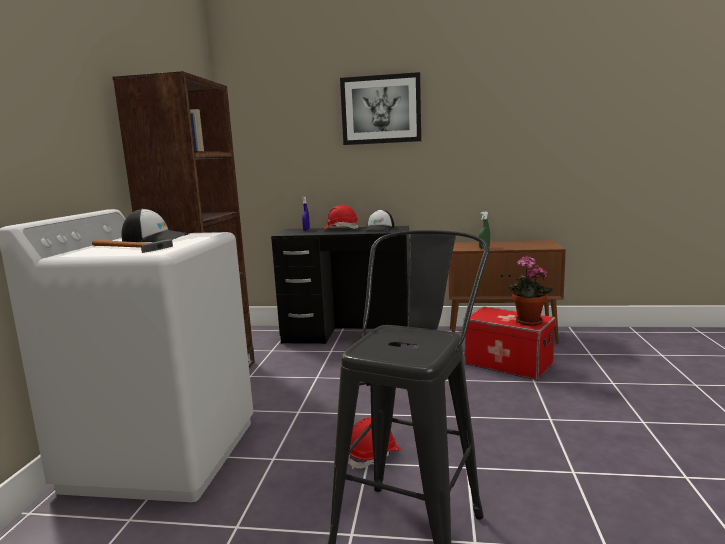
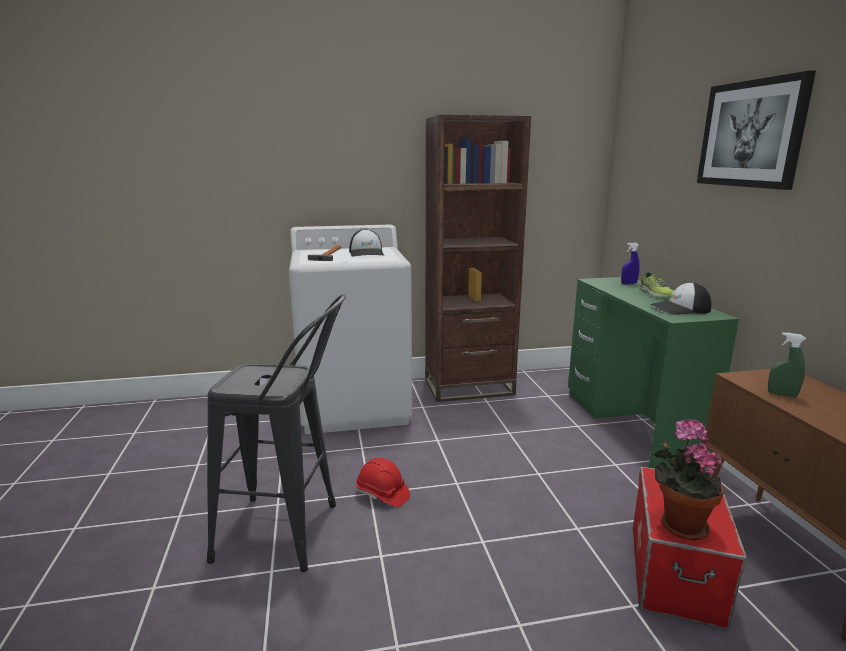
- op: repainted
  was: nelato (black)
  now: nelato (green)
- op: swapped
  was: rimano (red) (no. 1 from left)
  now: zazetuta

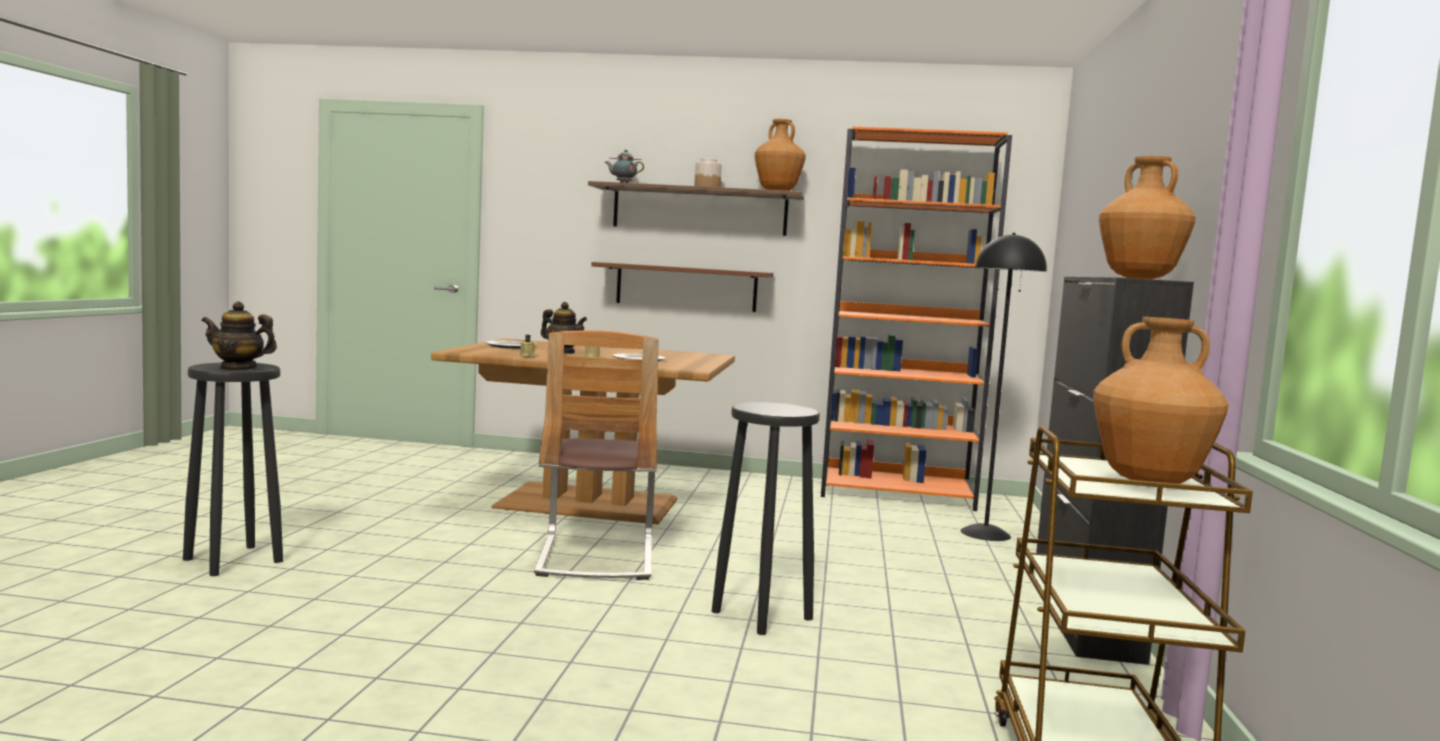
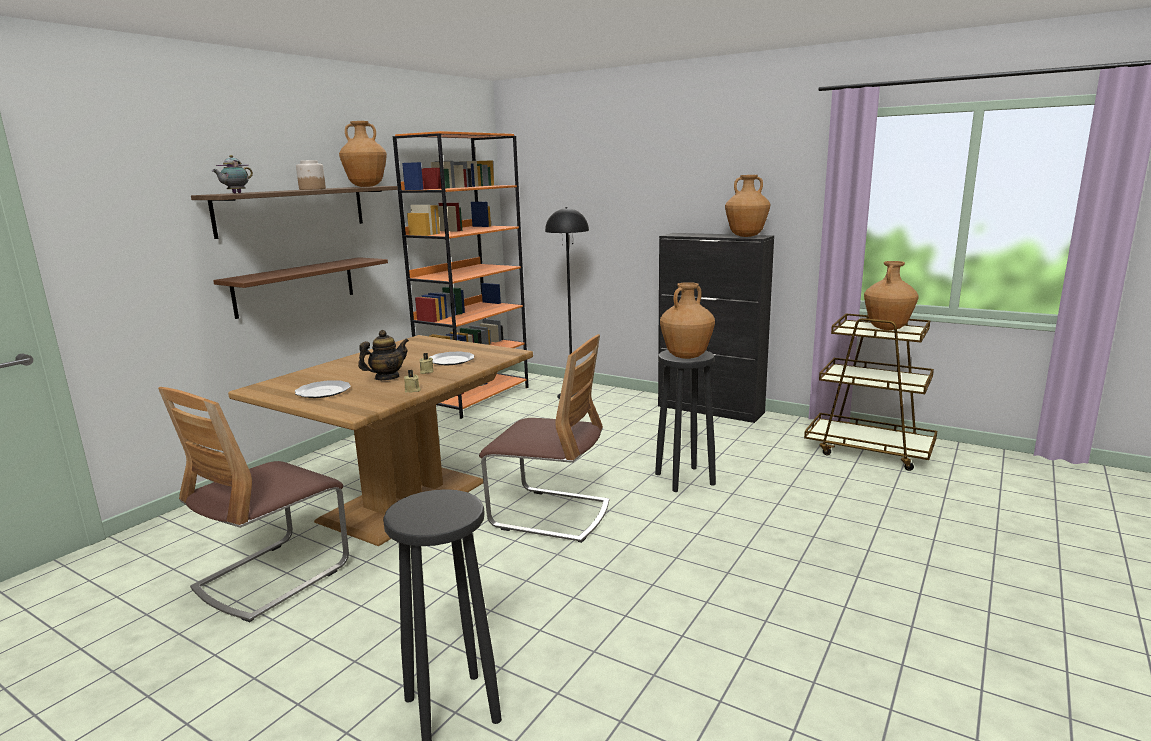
- op: gone
  was: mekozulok (no. 1 from left)
- op: new
  now: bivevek (no. 1 from left)
- op: new
  now: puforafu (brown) (no. 2 from left)

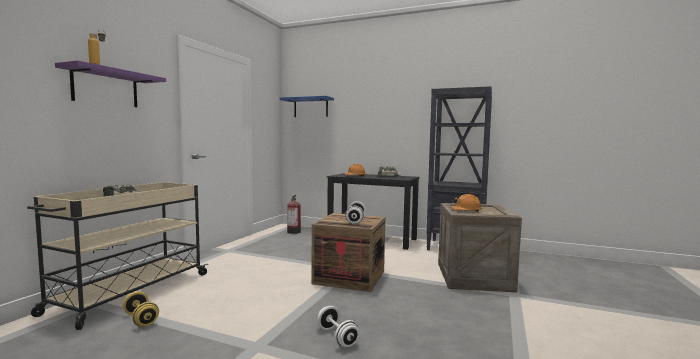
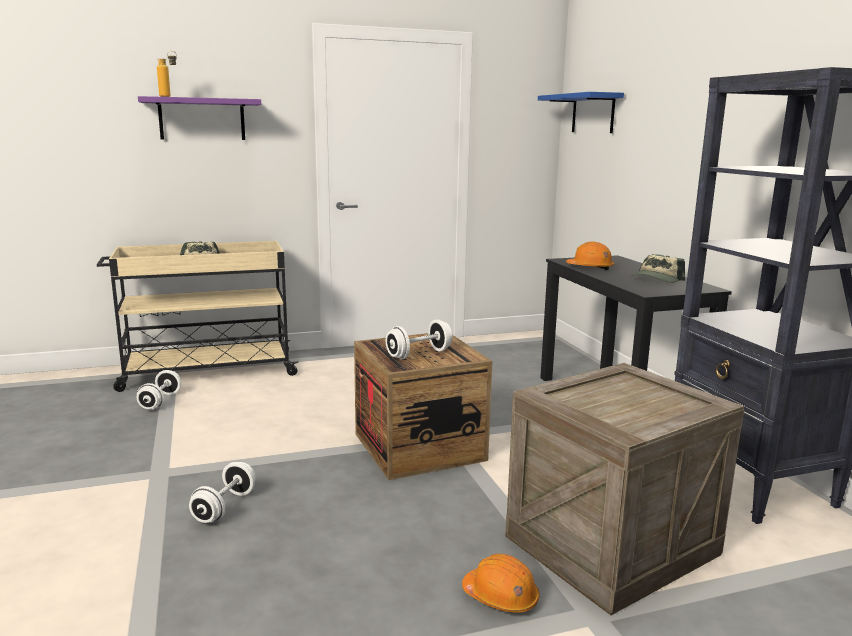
- op: repainted
  was: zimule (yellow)
  now: zimule (white) (no. 1 from left)
- op: gone
  was: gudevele
- op: shifted
  was: rimano (orange) (no. 2 from left in the first image)
  now: rimano (orange) (no. 1 from left)

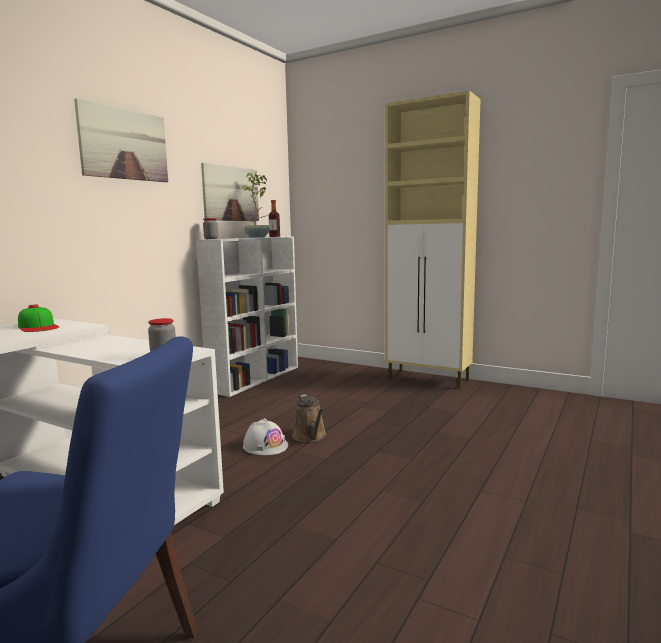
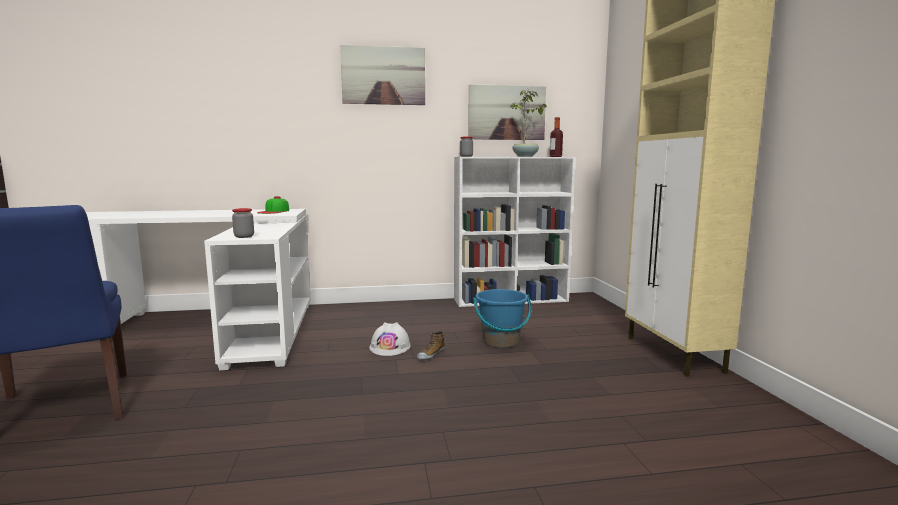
- op: swapped
  was: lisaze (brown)
  now: zazetuta
- op: new
  now: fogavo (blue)

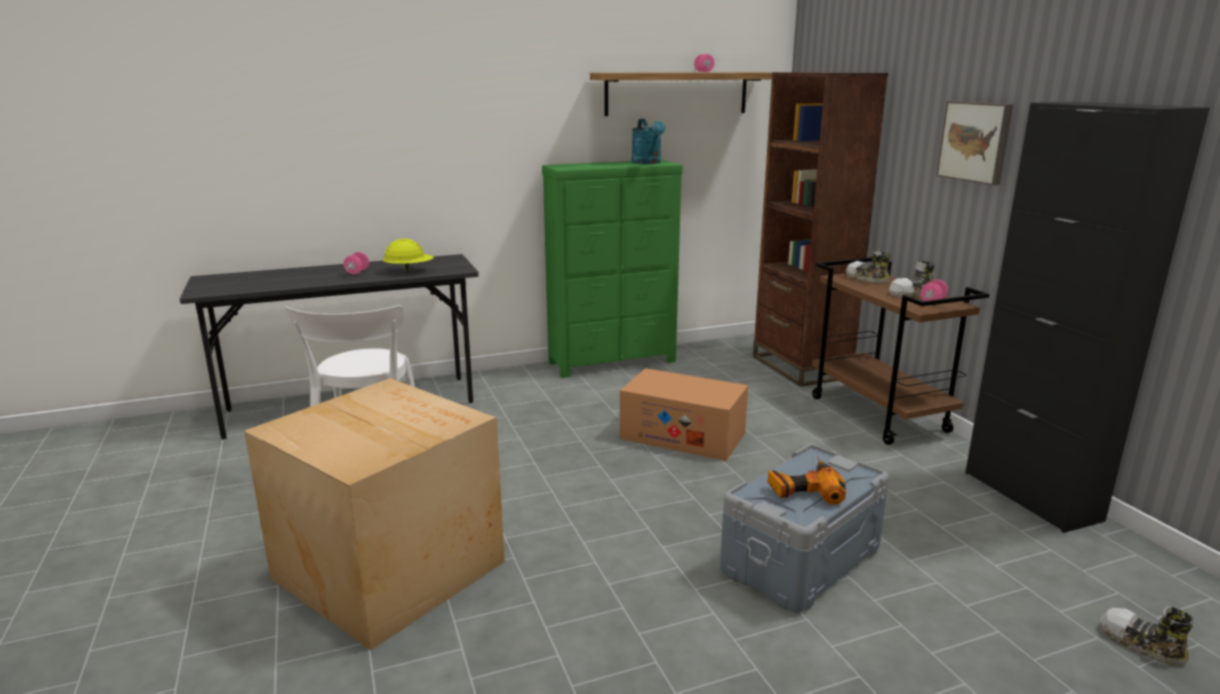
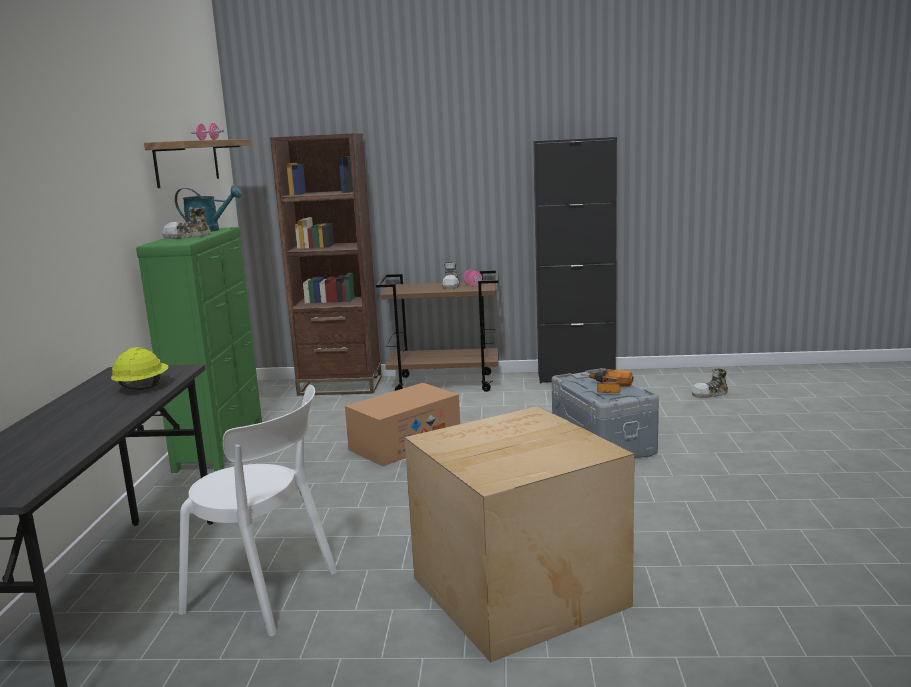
- op: gone
  was: zimule (pink) (no. 1 from left)
- op: shifted
  was: zazetuta (no. 1 from left)
- op: gone
  was: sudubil

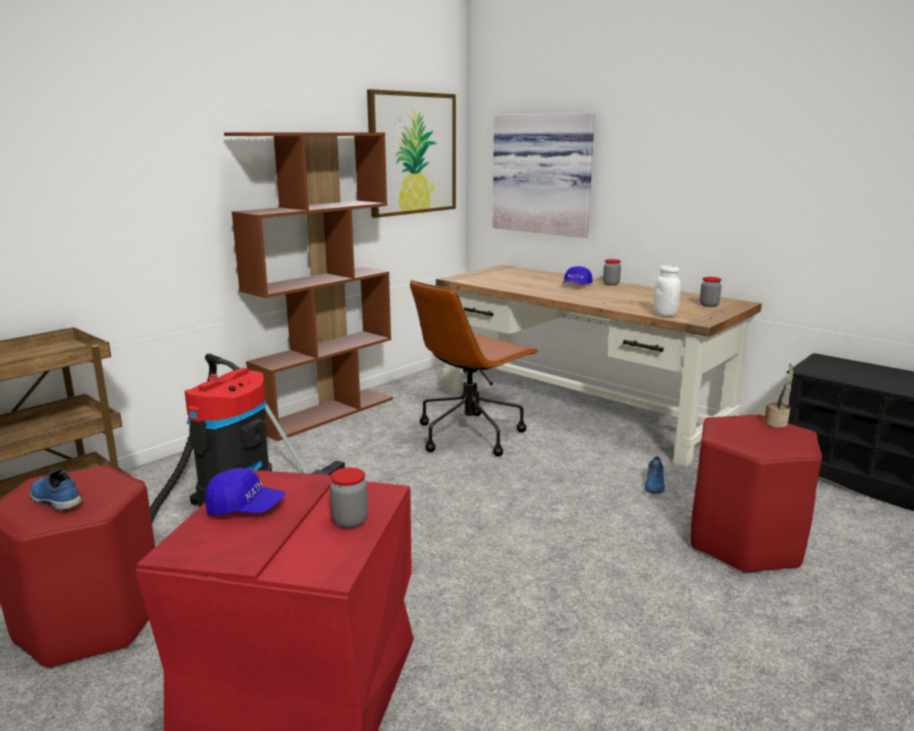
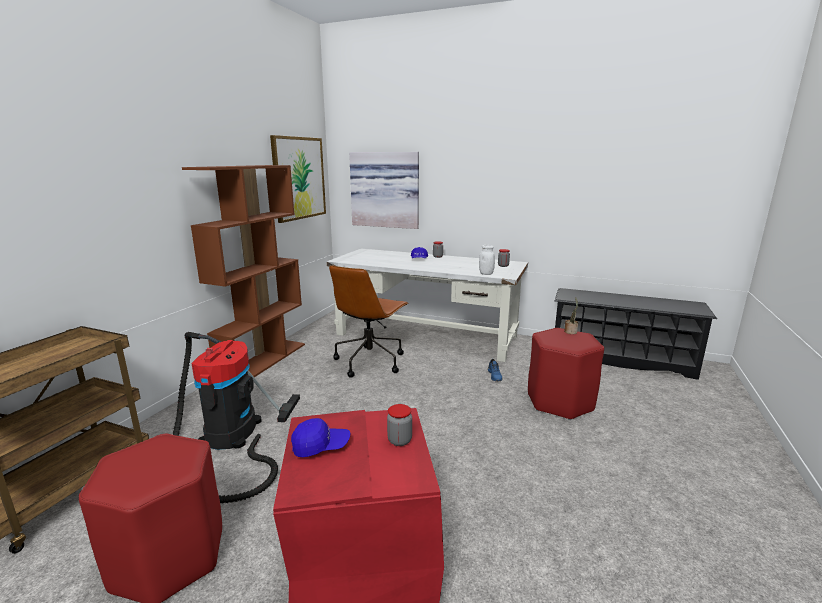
- op: gone
  was: zazetuta (blue) (no. 1 from left)
- op: repainted
  was: nelato (brown)
  now: nelato (white)

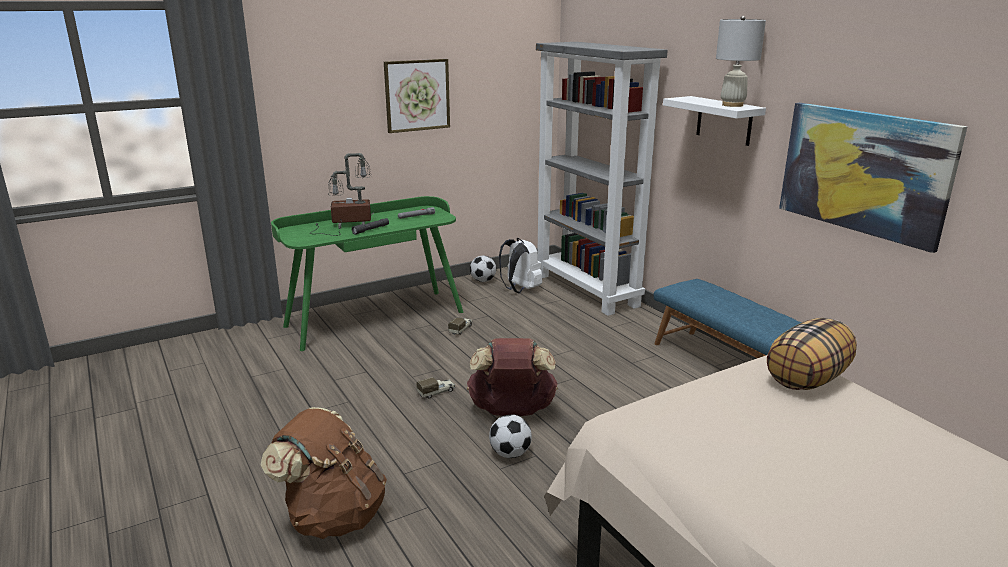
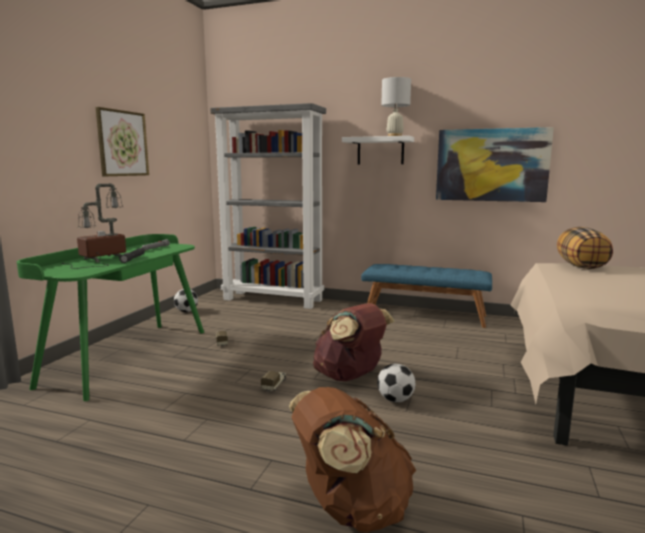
- op: gone
  was: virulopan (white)

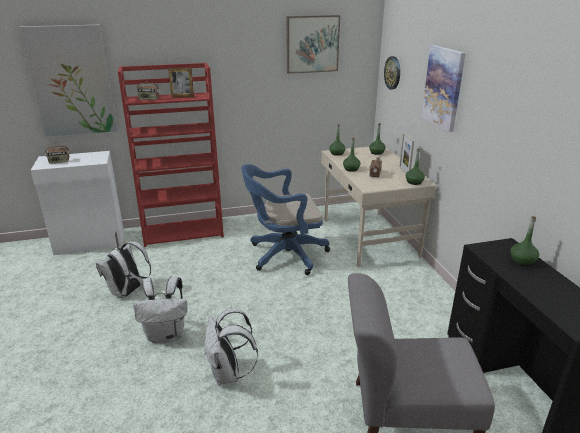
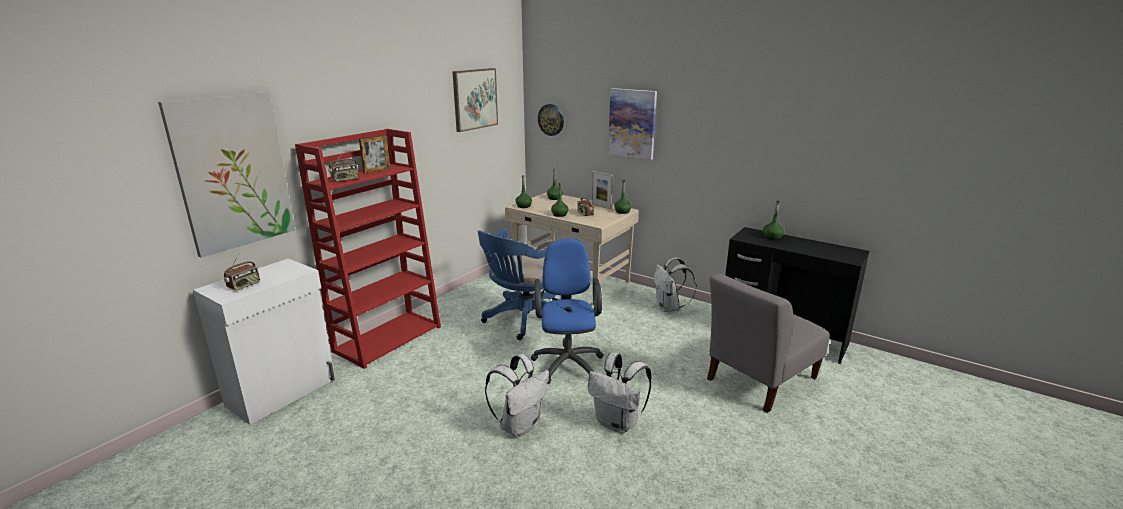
- op: shifted
  was: virulopan (white) (no. 1 from left in the first image)
  now: virulopan (white) (no. 3 from left)
- op: new
  now: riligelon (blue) (no. 2 from left)

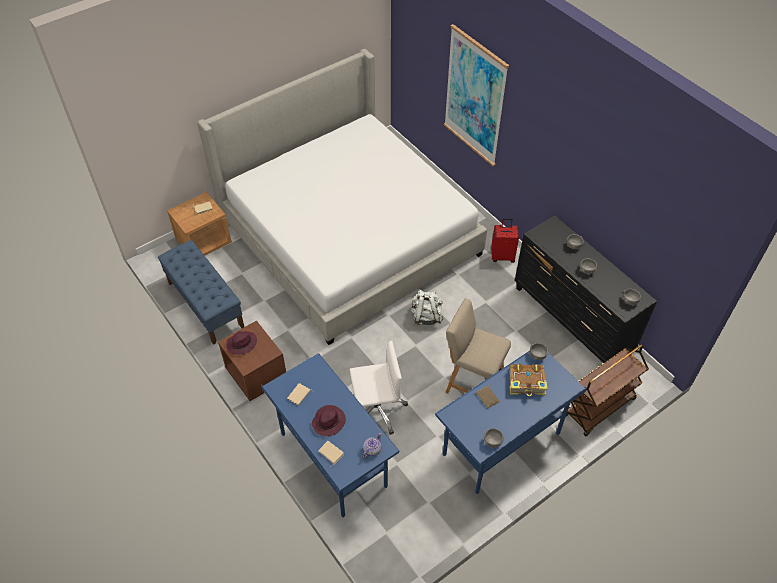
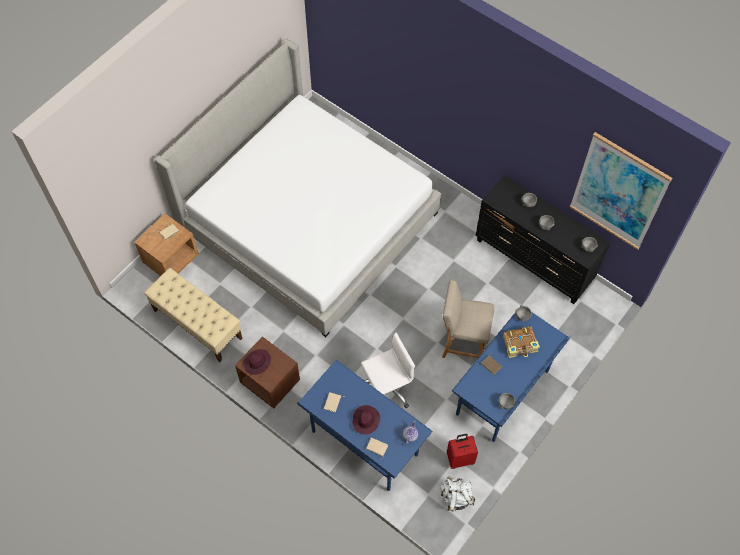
- op: repainted
  was: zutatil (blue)
  now: zutatil (beige)
- op: shifted
  was: virulopan (white)
- op: shifted
  was: sudubil
- op: shifted
  was: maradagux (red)
- op: gone
  was: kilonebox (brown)

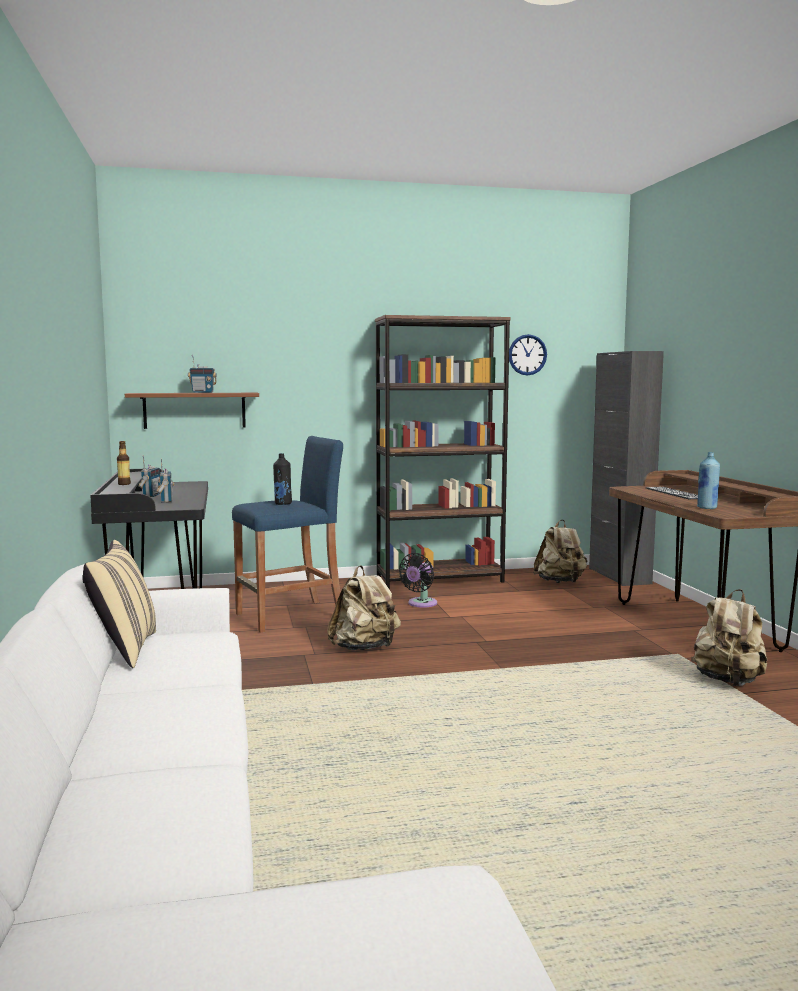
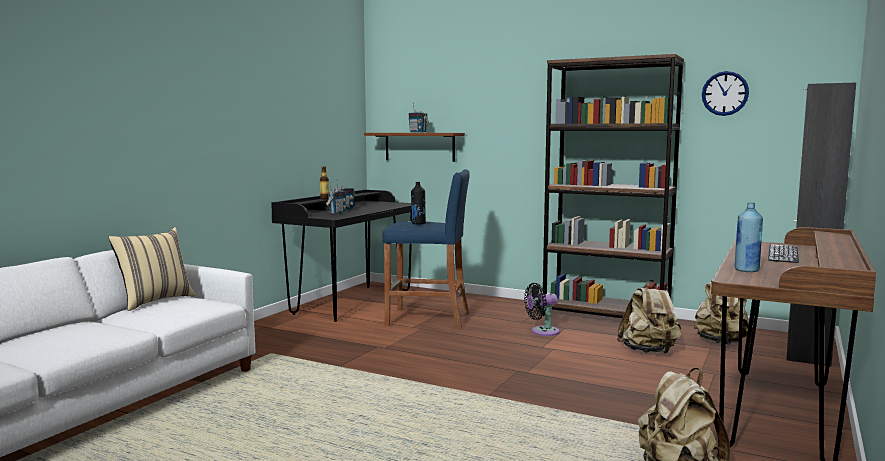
- op: shifted
  was: virulopan (beige) (no. 1 from left)

